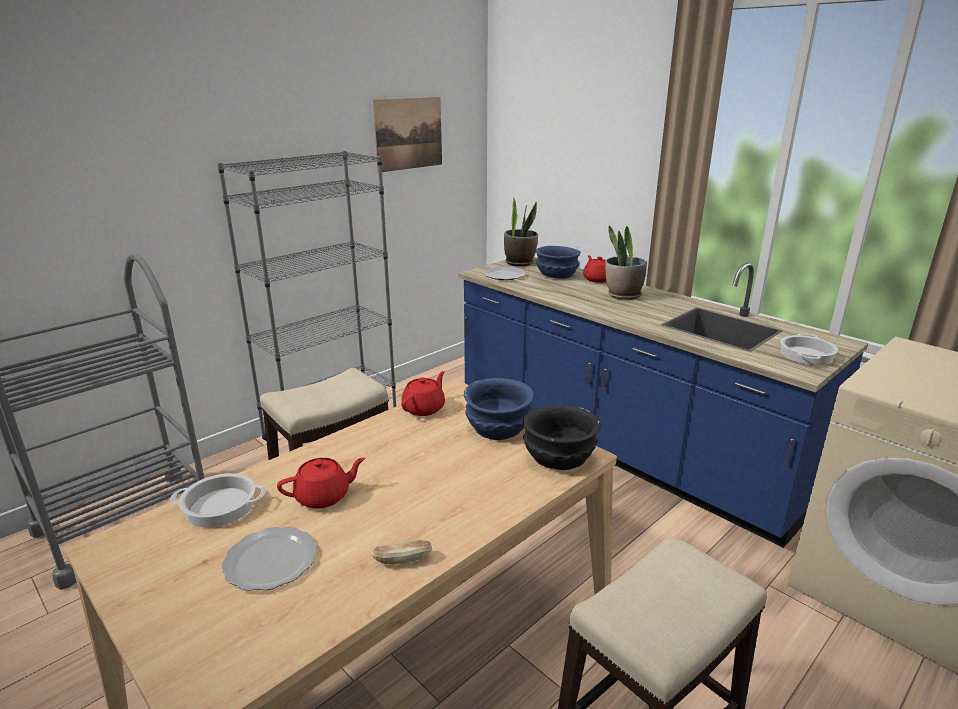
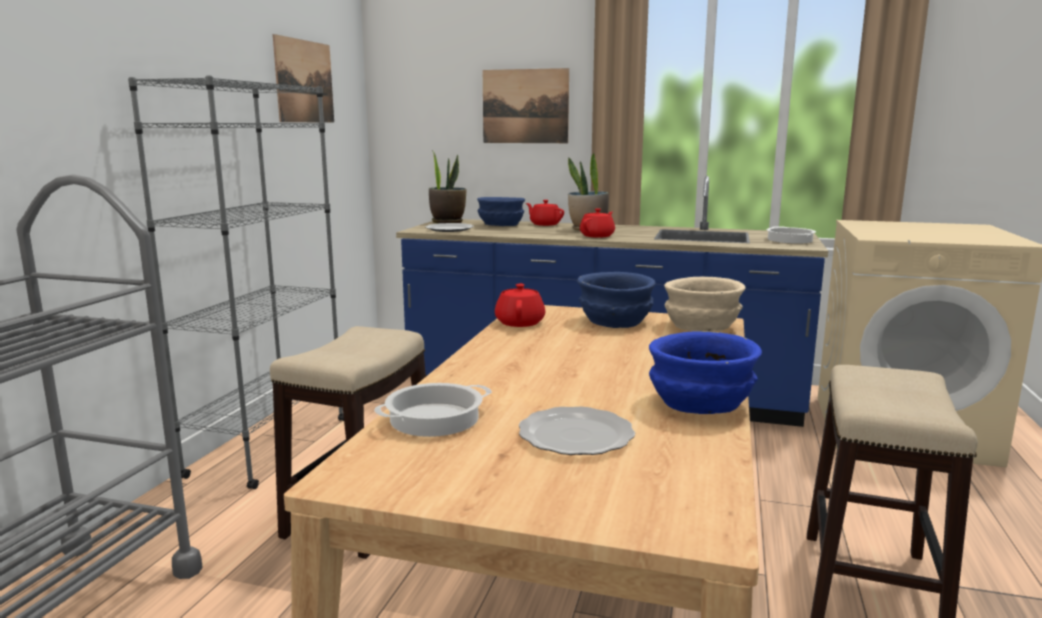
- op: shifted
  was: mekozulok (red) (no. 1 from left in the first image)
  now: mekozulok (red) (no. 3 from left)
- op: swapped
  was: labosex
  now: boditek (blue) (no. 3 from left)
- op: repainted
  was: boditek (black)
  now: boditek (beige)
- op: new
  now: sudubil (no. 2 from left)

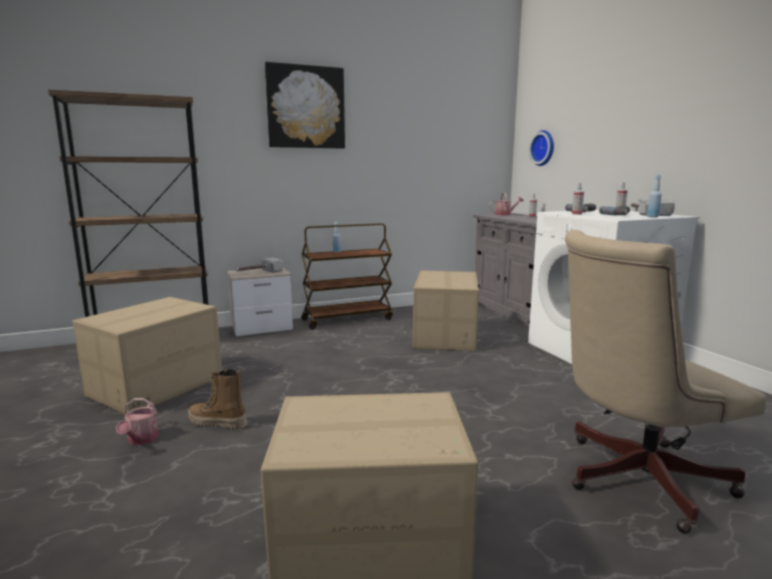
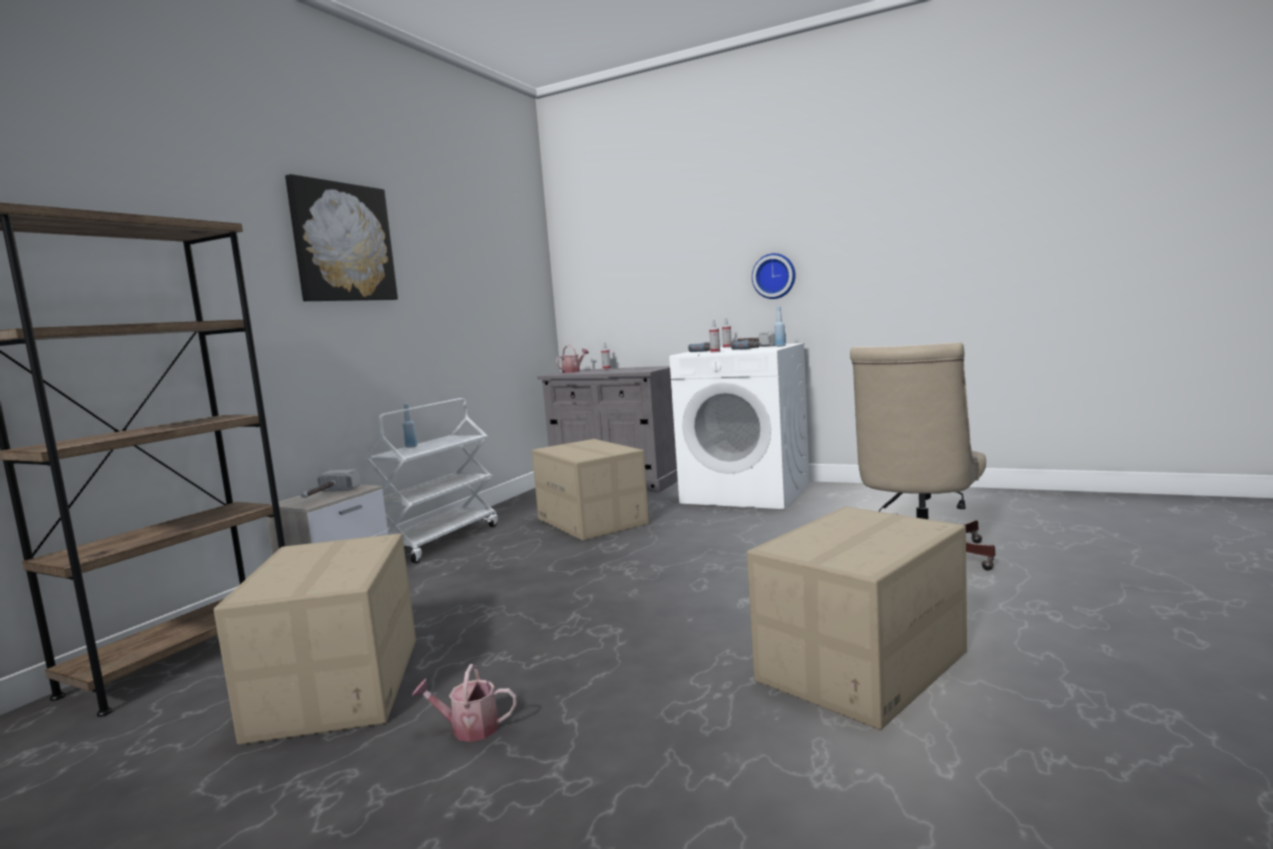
- op: rotated
  was: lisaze (no. 1 from left)
  clockwise: 135
- op: gone
  was: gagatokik
- op: repainted
  was: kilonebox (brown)
  now: kilonebox (white)
- op: shifted
  was: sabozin

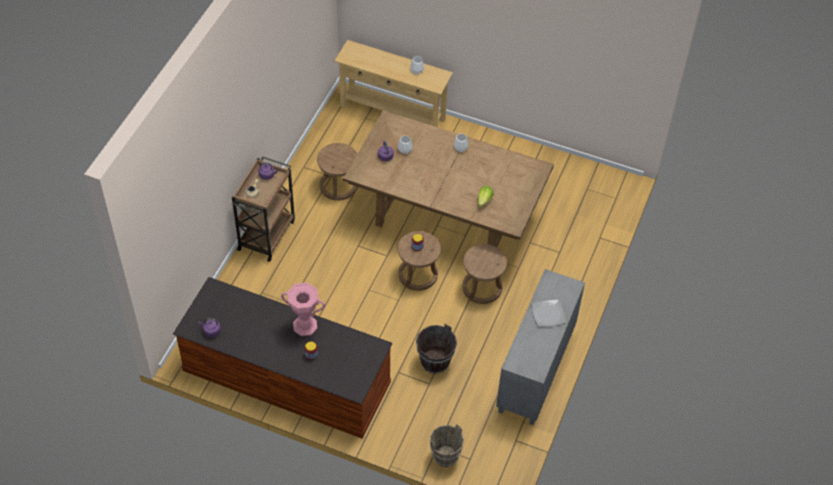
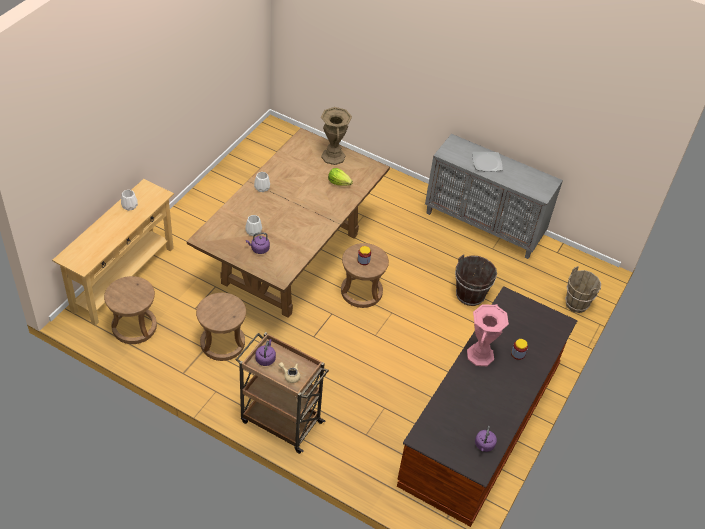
- op: shifted
  was: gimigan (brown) (no. 3 from left in the first image)
  now: gimigan (brown) (no. 1 from left)
- op: new
  now: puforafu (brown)

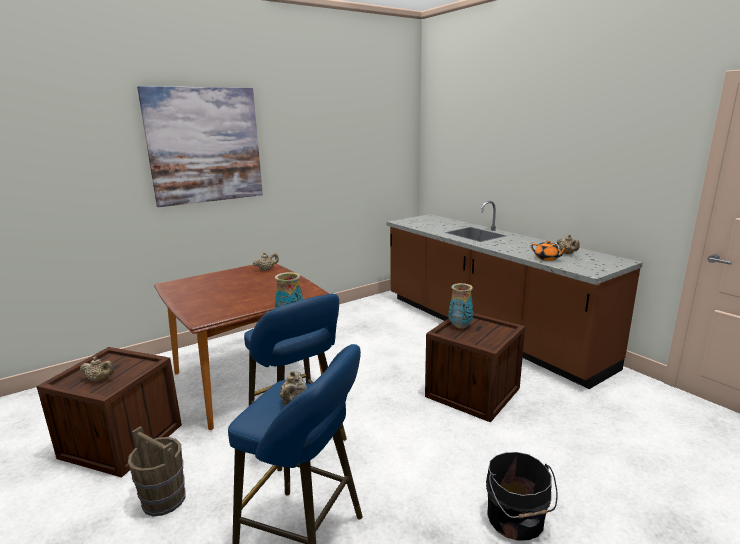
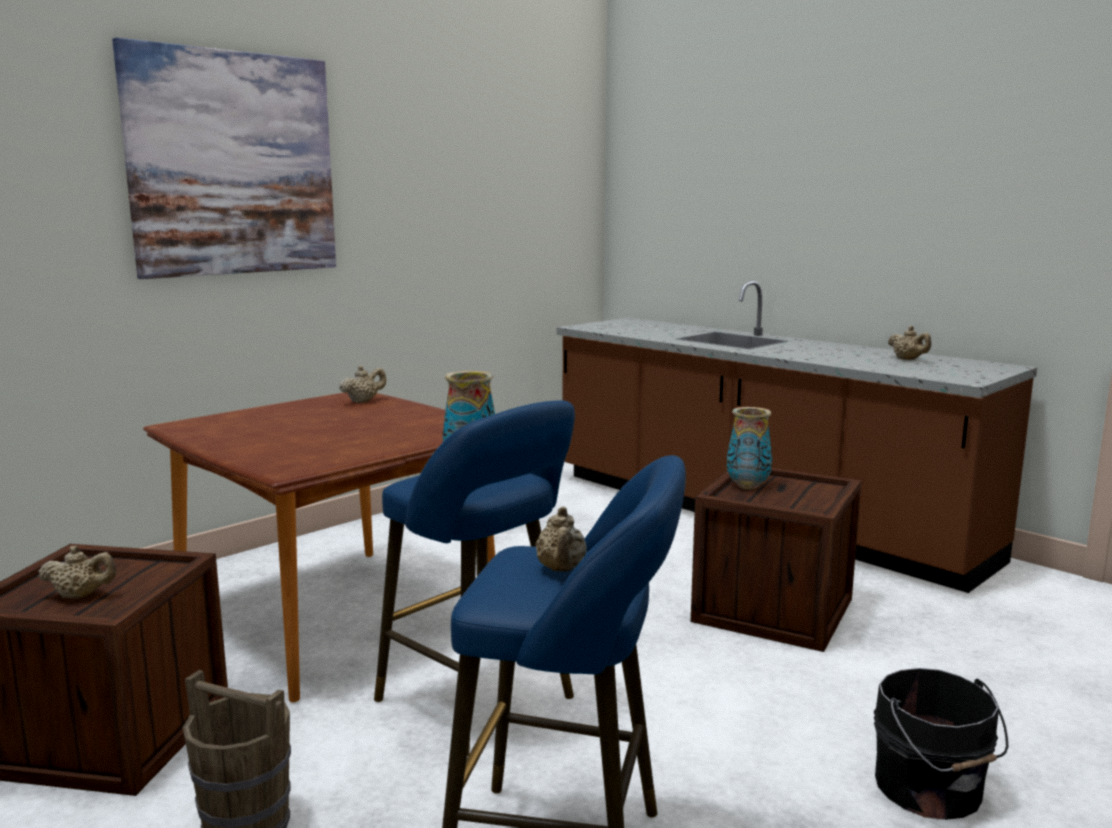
- op: gone
  was: mekozulok (orange)

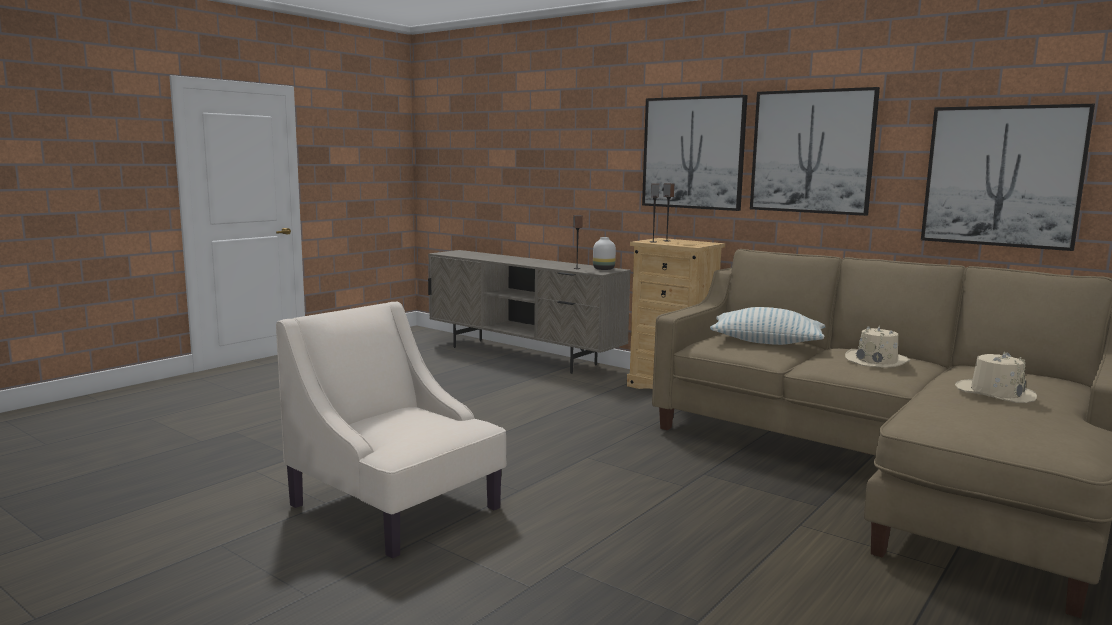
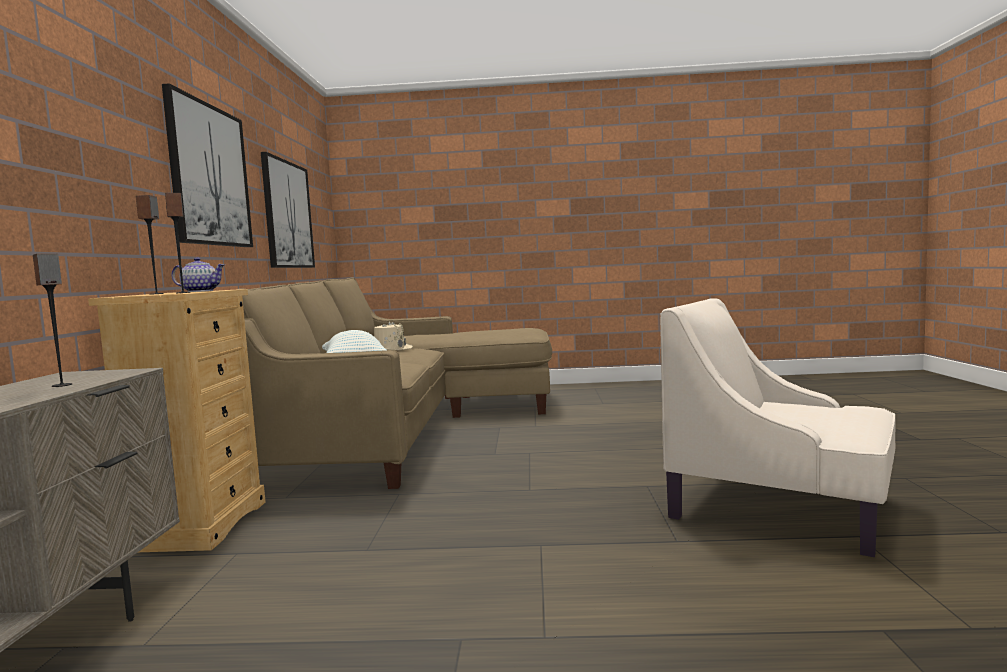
- op: rotated
  was: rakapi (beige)
  clockwise: 120
- op: gone
  was: puforafu (white)
- op: gone
  was: sudubil (no. 1 from left)
- op: gone
  was: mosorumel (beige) (no. 2 from left)
- op: new
  now: mekozulok

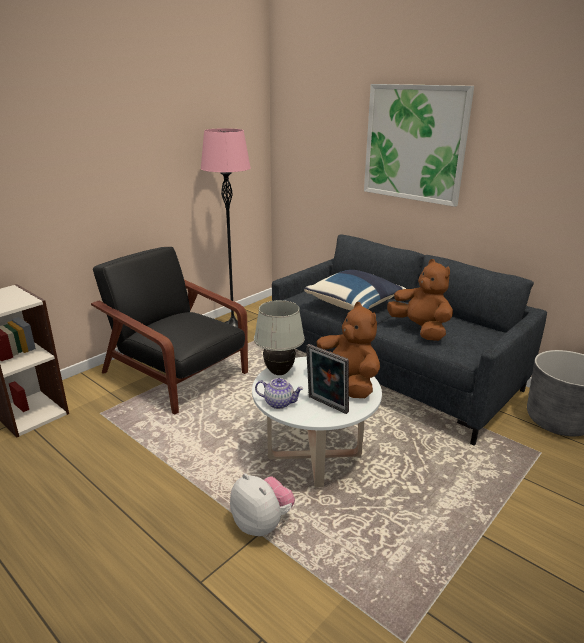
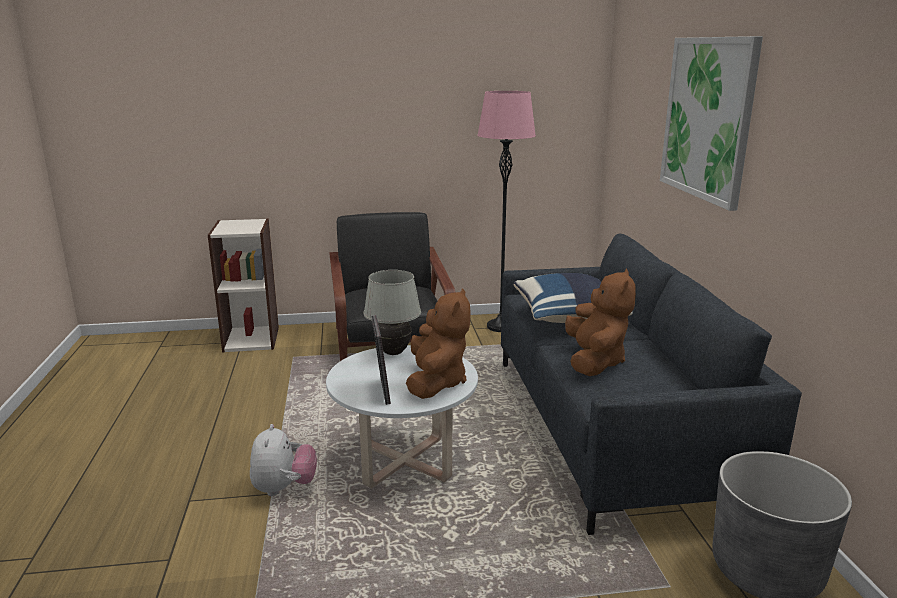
- op: gone
  was: mekozulok

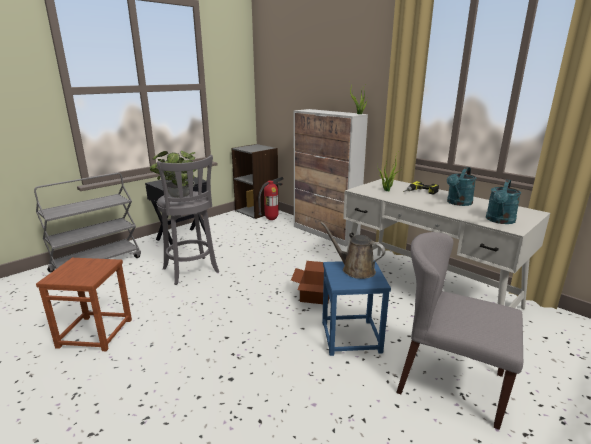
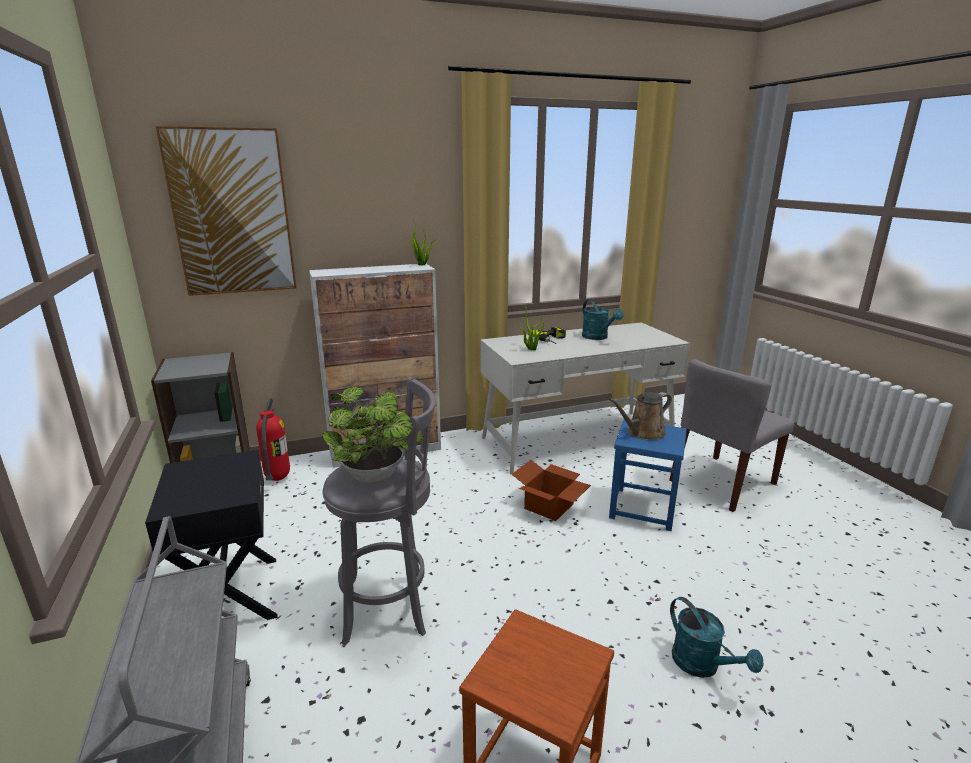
- op: shifted
  was: lisaze (turquoise) (no. 2 from left)
- op: new
  now: sudubil

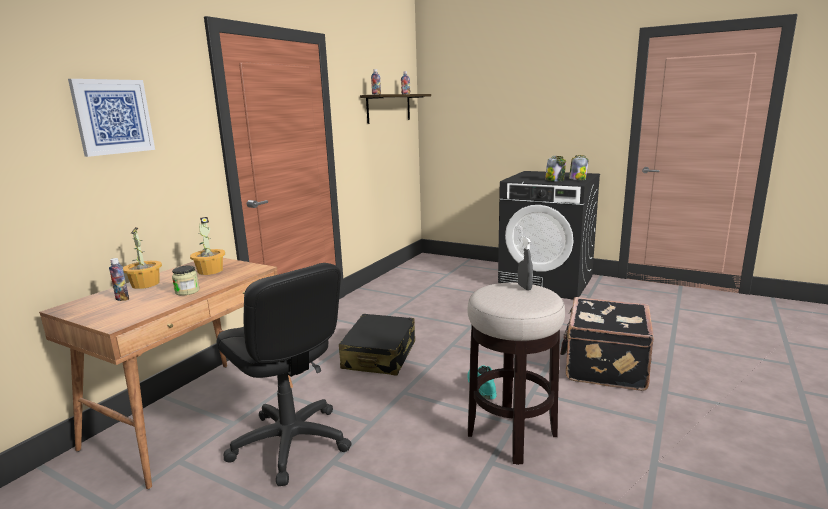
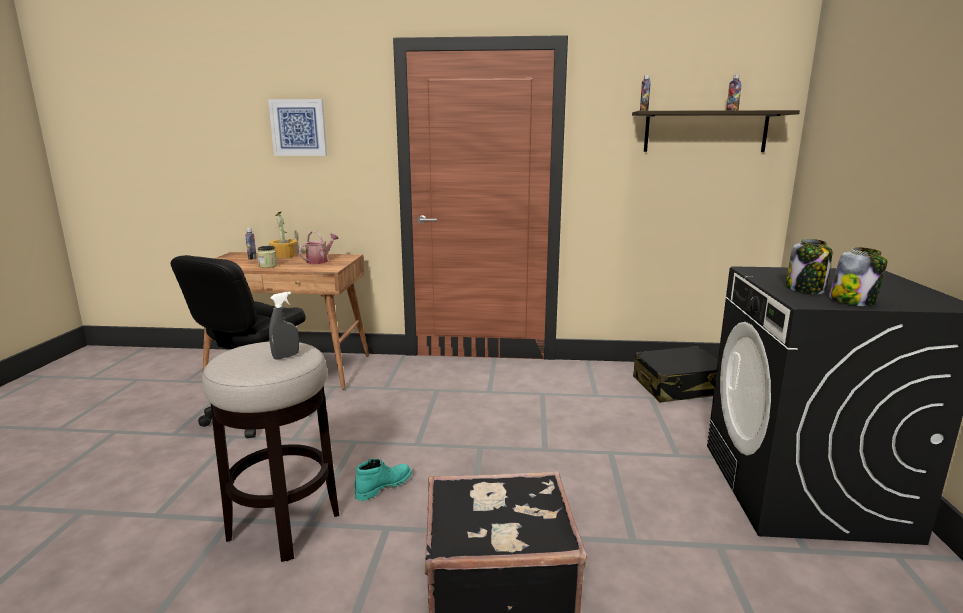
- op: swapped
  was: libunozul (no. 2 from left)
  now: lisaze
- op: shifted
  was: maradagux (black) (no. 1 from left in the first image)
  now: maradagux (black) (no. 2 from left)

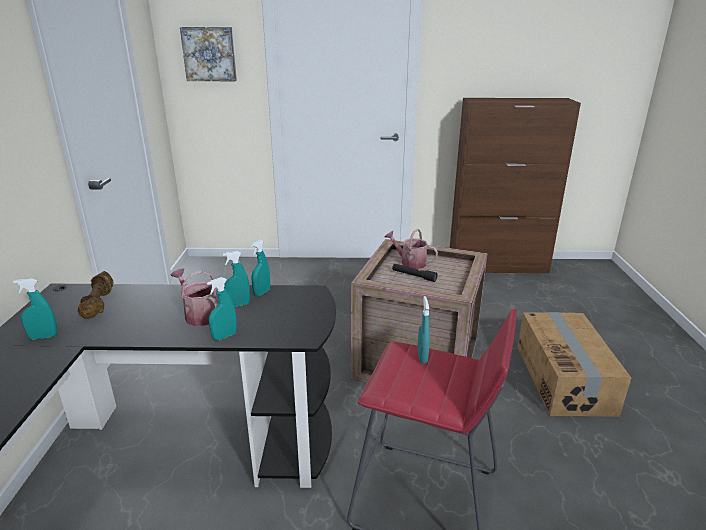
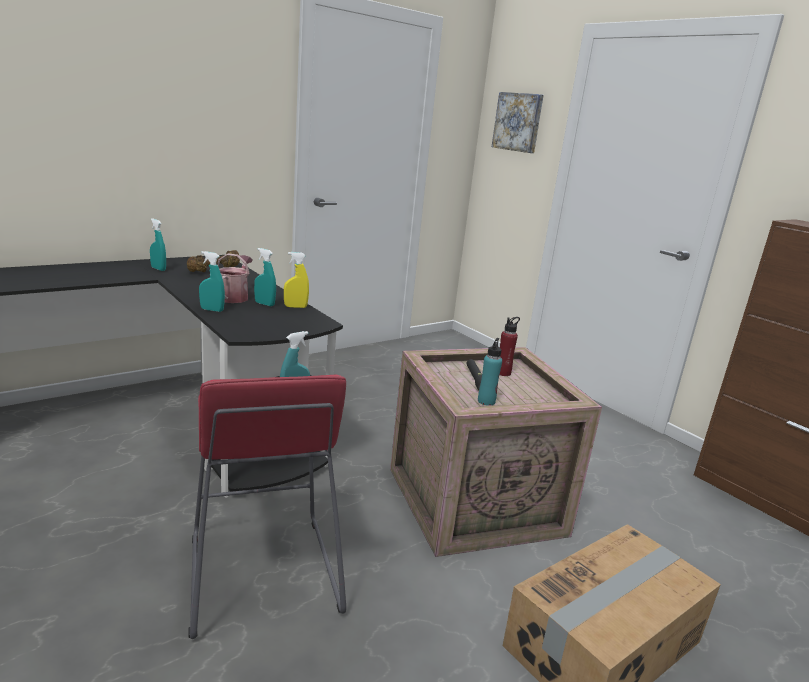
- op: repainted
  was: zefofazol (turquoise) (no. 4 from left)
  now: zefofazol (yellow)
- op: swapped
  was: lisaze (no. 2 from left)
  now: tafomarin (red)
- op: new
  now: tafomarin (turquoise)

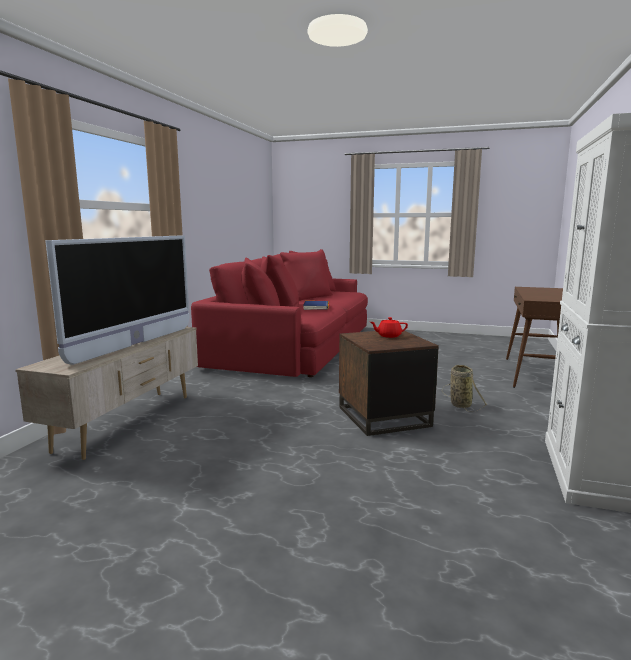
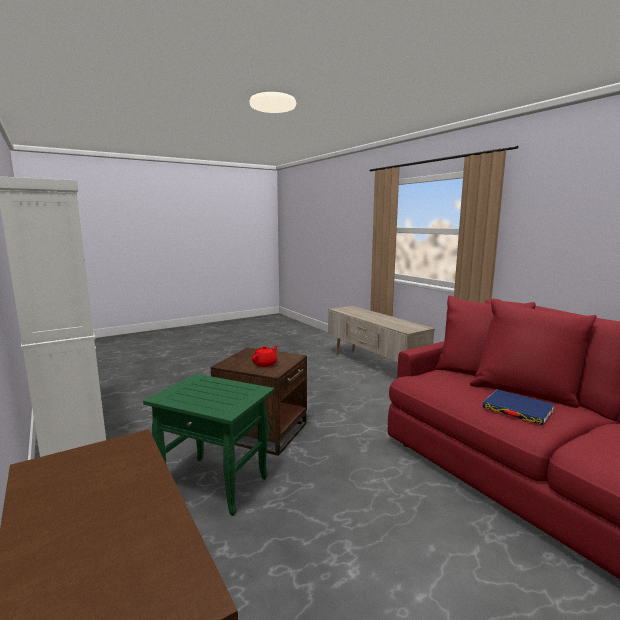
- op: gone
  was: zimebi
- op: swapped
  was: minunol
  now: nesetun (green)

